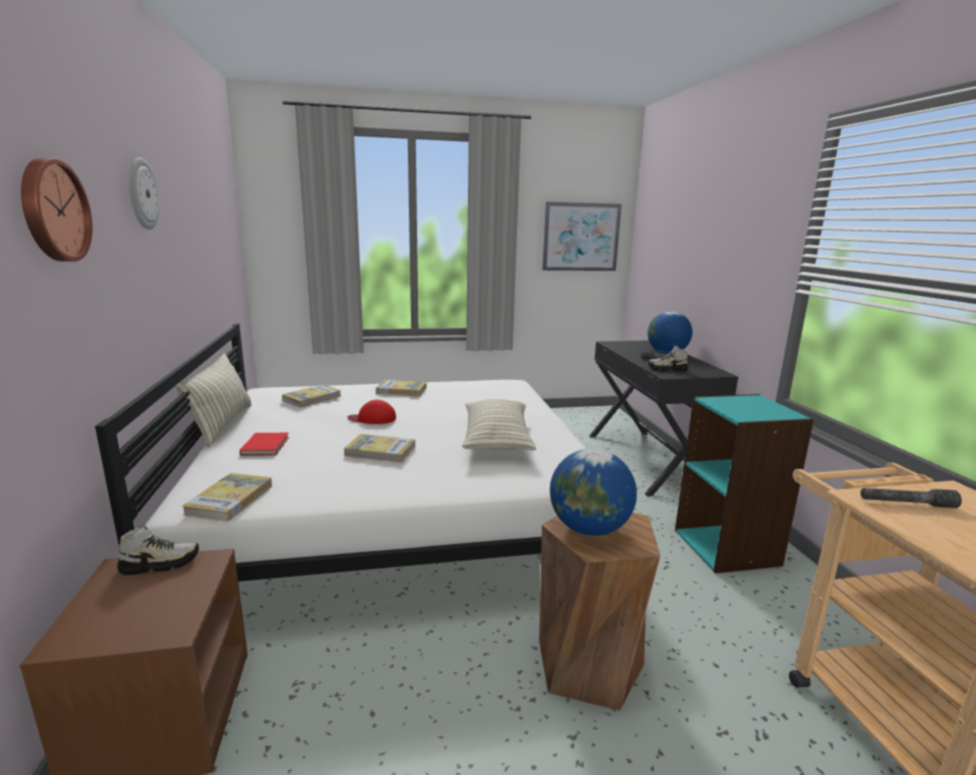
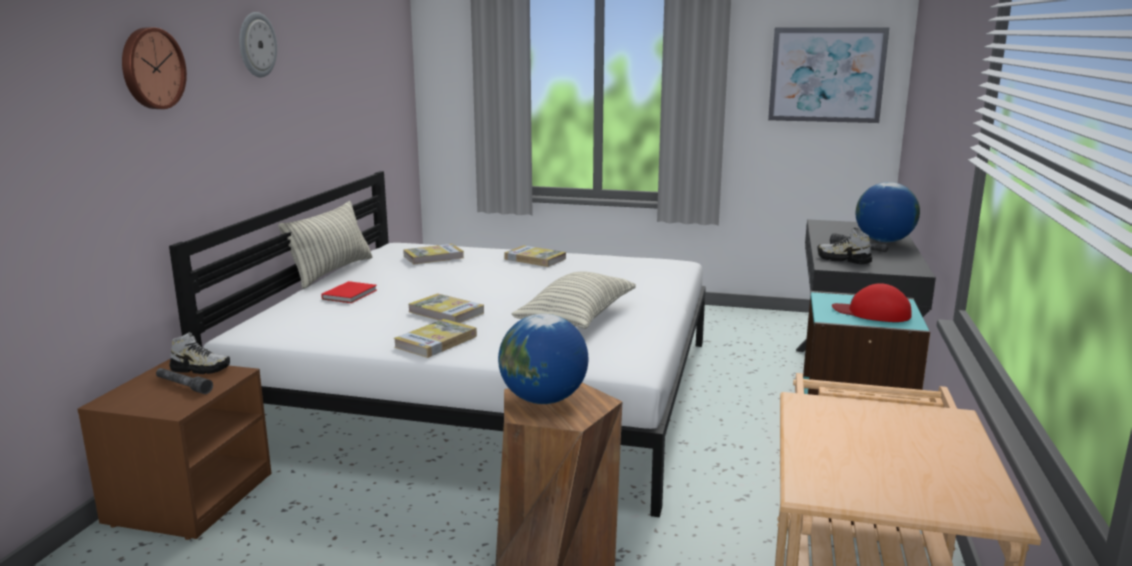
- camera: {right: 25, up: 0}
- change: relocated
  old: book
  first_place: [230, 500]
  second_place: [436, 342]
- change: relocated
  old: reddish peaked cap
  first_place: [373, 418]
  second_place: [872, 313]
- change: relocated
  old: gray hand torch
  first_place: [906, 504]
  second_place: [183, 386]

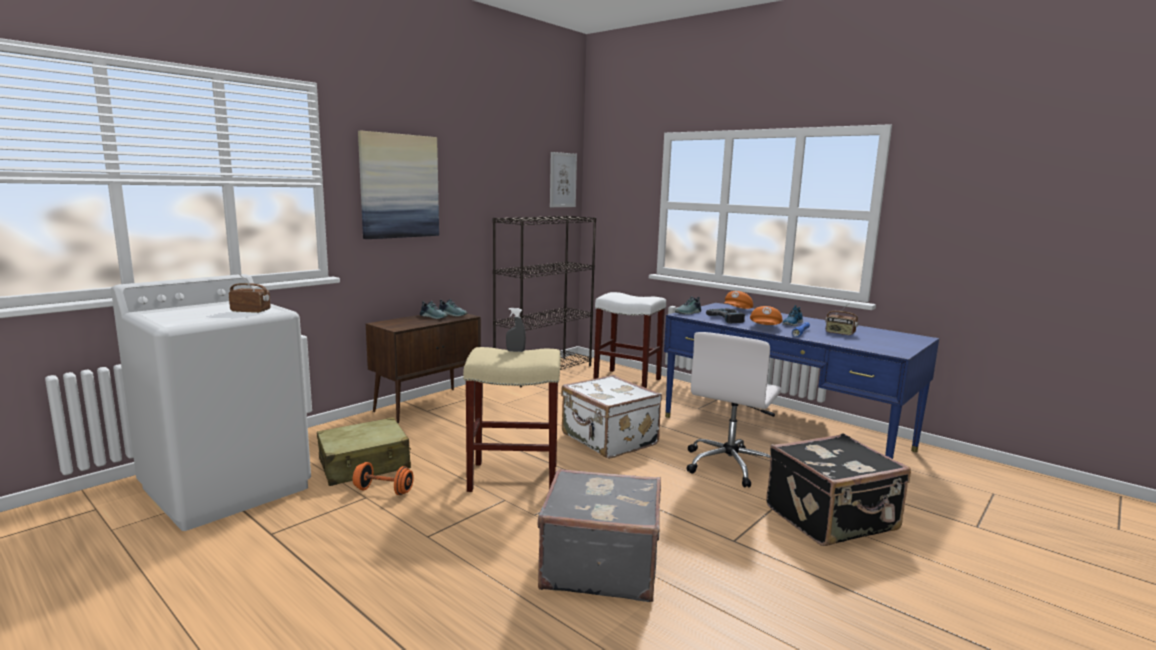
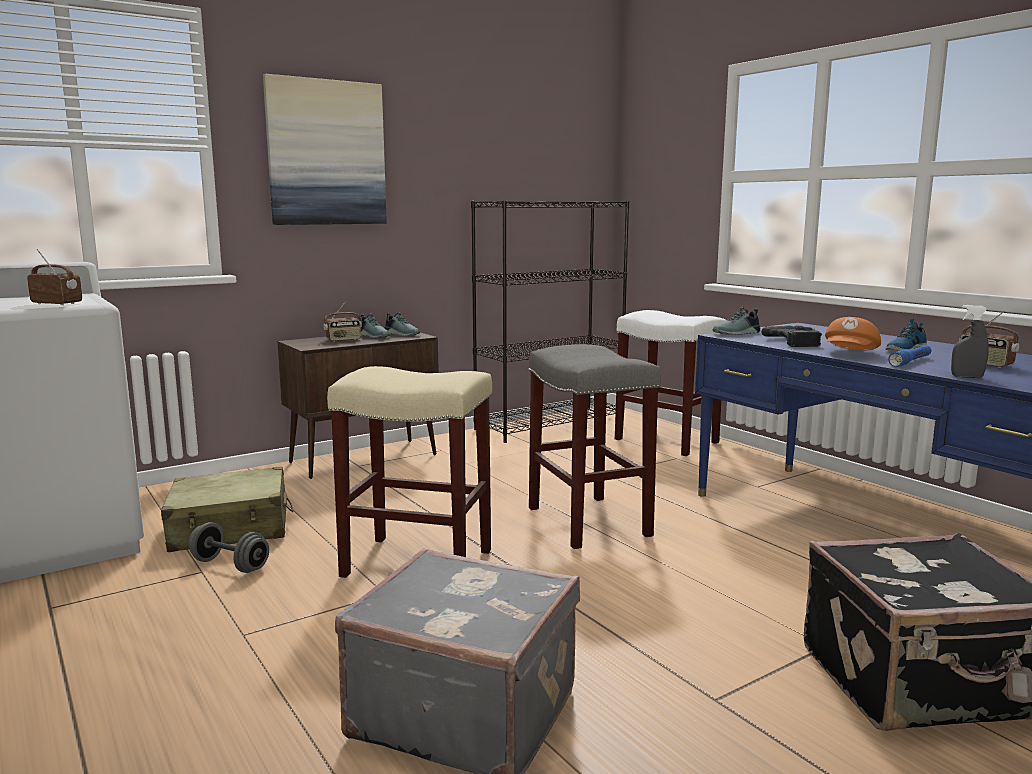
- camera: {right: 15, up: 0}
- change: colour
  old: orange dumbbell
  new: gray dumbbell
  first_place: [383, 491]
  second_place: [230, 565]
- change: relocated
  old: gray spray bottle
  first_place: [515, 351]
  second_place: [967, 377]
- change: missing
  old: wall art
  first_place: [562, 180]
- change: exchanged
  old: white-coloured suitcase
  new: gray sitting stool
  first_place: [608, 440]
  second_place: [590, 522]
- change: missing
  old: white-coloured computer chair
  first_place: [730, 465]
- change: missing
  old: orange peaked cap
  first_place: [737, 310]
- change: appeared
  new: radio receiver
  second_place: [343, 340]

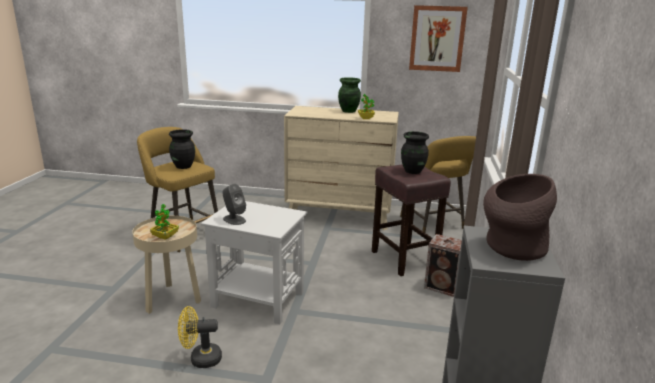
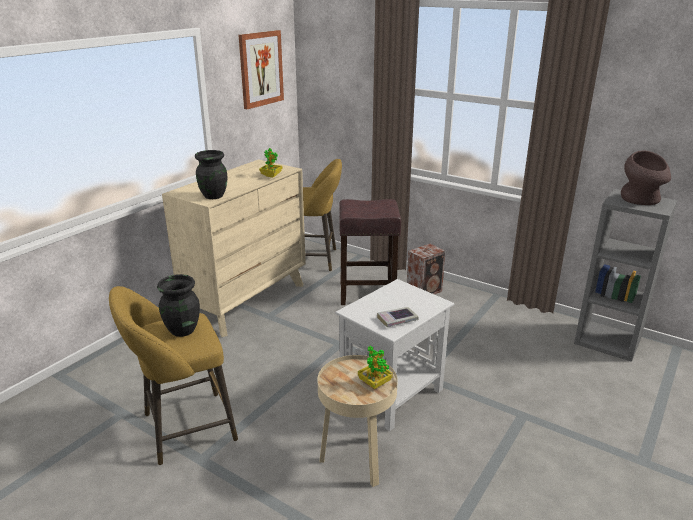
- camera: {right: -65, up: 5}
- change: missing
  old: yellowish fan
  first_place: [200, 359]
- change: exchanged
  old: gray speaker
  new: book
  first_place: [234, 219]
  second_place: [397, 320]
- change: missing
  old: greenish flower vase
  first_place: [348, 111]
- change: relocated
  old: black flower vase
  first_place: [412, 171]
  second_place: [213, 196]

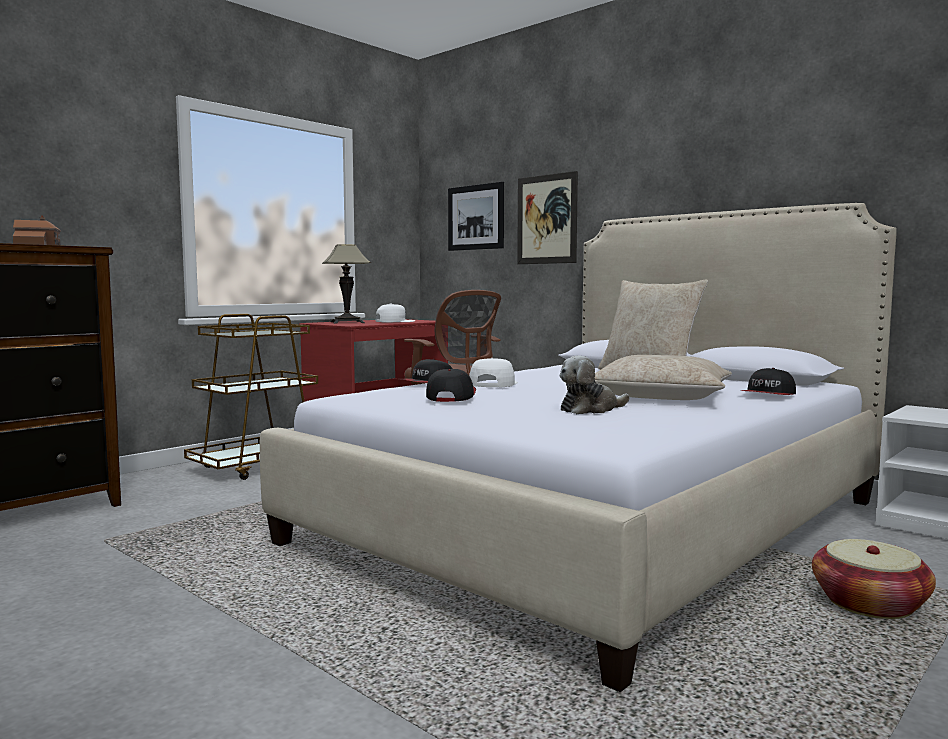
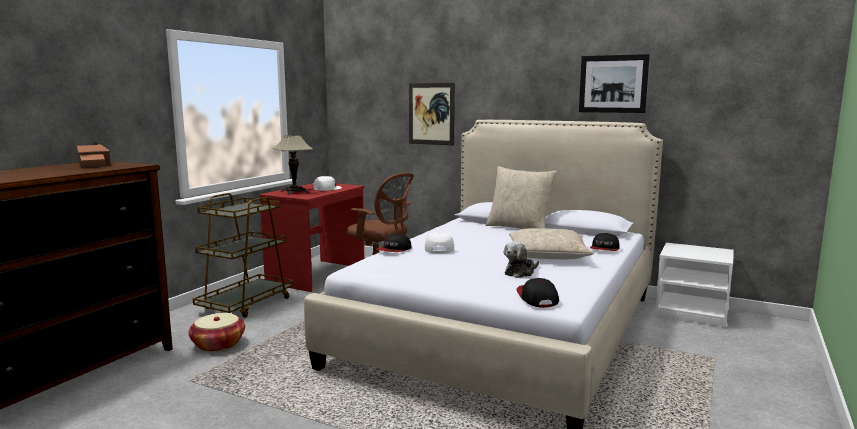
- camera: {right: -15, up: 5}
- change: relocated
  old: peaked cap
  first_place: [450, 396]
  second_place: [537, 298]
- change: relocated
  old: wall art
  first_place: [475, 217]
  second_place: [613, 84]
- change: relocated
  old: basket
  first_place: [869, 604]
  second_place: [218, 344]

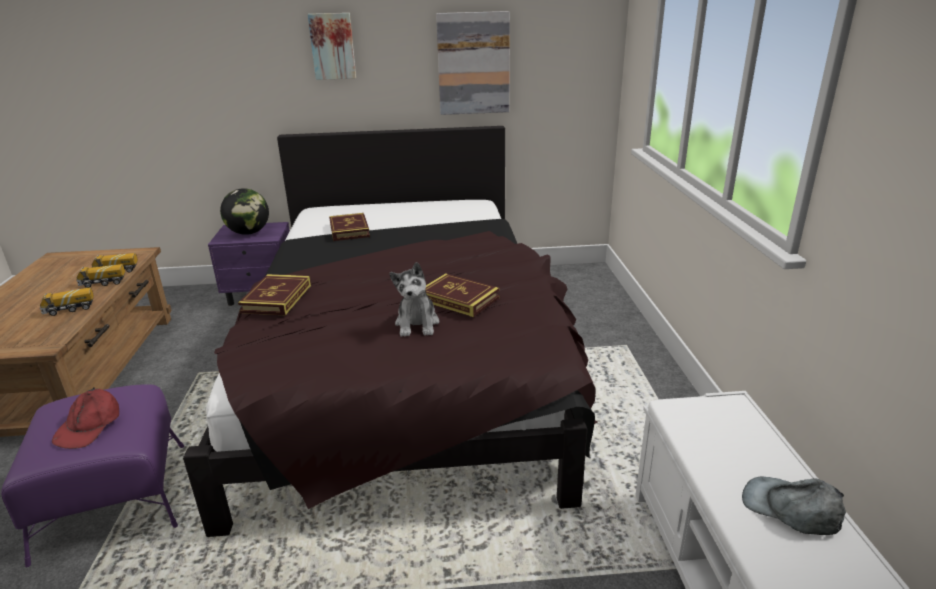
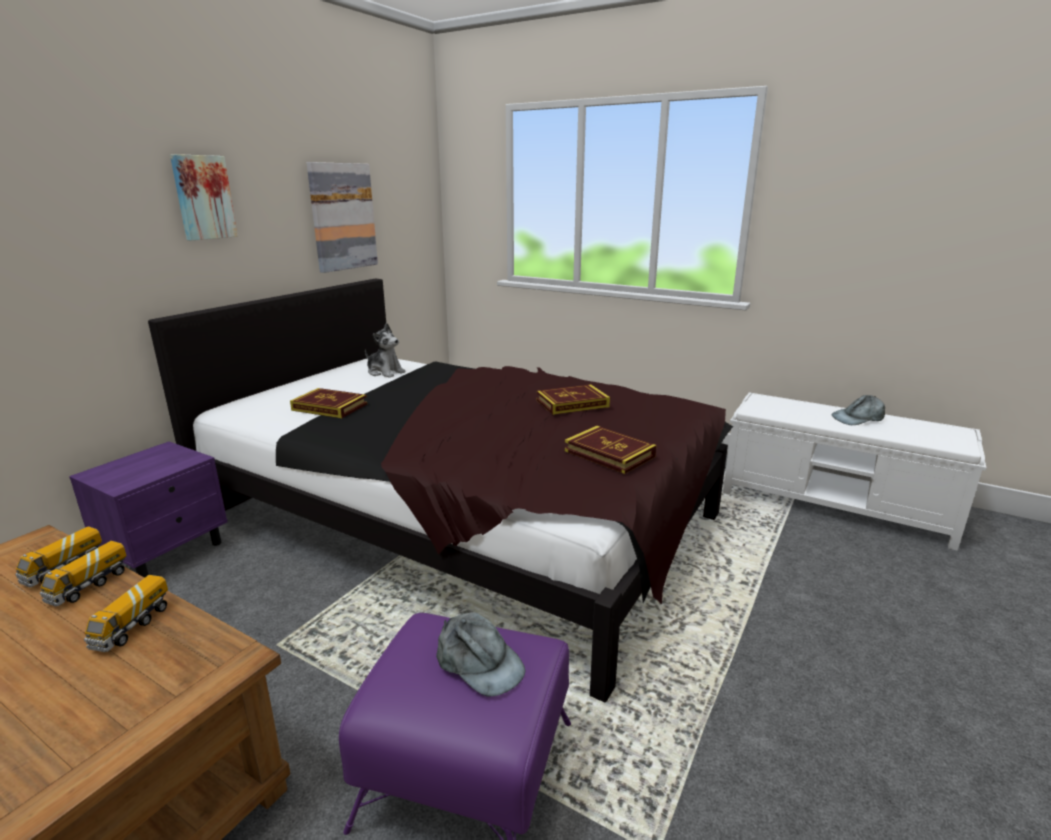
- camera: {right: -55, up: -5}
- change: colour
  old: reddish peaked cap
  new: gray peaked cap
  first_place: [89, 425]
  second_place: [479, 663]
- change: missing
  old: world globe
  first_place: [249, 233]
- change: relocated
  old: book
  first_place: [276, 298]
  second_place: [609, 454]
- change: relocated
  old: cuddly toy
  first_place: [417, 324]
  second_place: [385, 372]

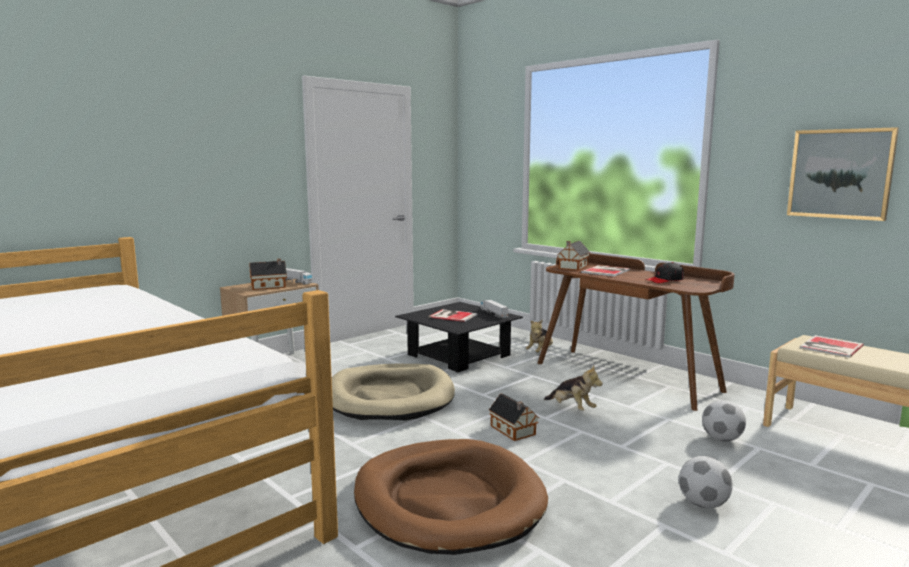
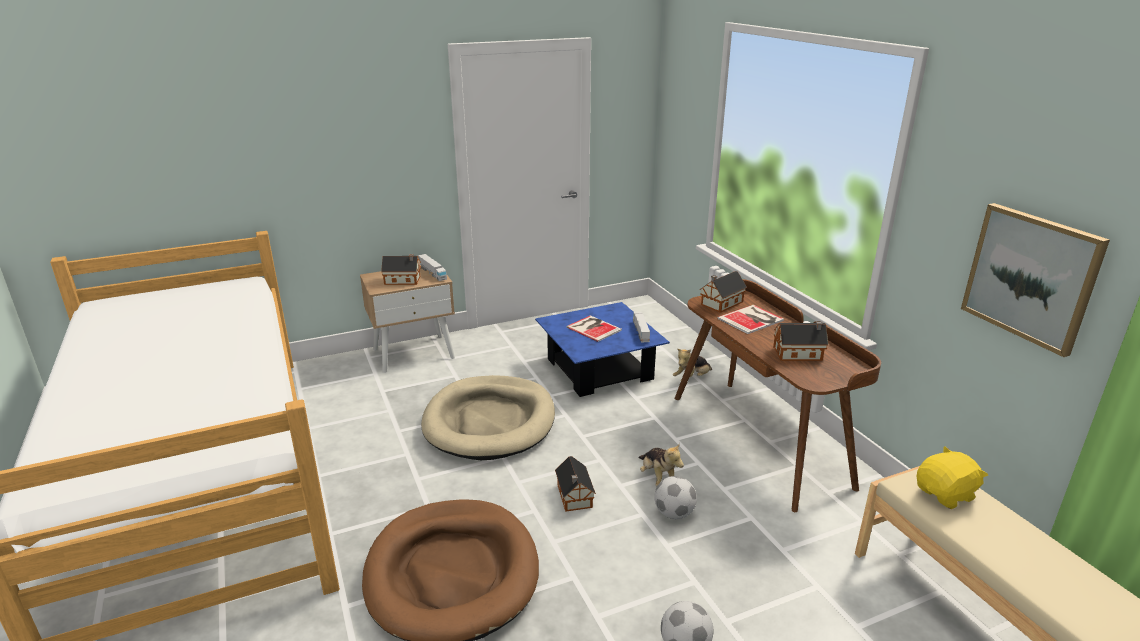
- camera: {right: 20, up: 15}
- change: colour
  old: black low table
  new: blue low table
  first_place: [458, 355]
  second_place: [599, 369]
- change: exchanged
  old: black peaked cap
  new: model house
  first_place: [665, 280]
  second_place: [799, 354]
- change: relocated
  old: football ball
  first_place: [721, 439]
  second_place: [674, 513]
- change: exchanged
  old: book
  new: yellowish cuddly toy
  first_place: [829, 346]
  second_place: [945, 494]

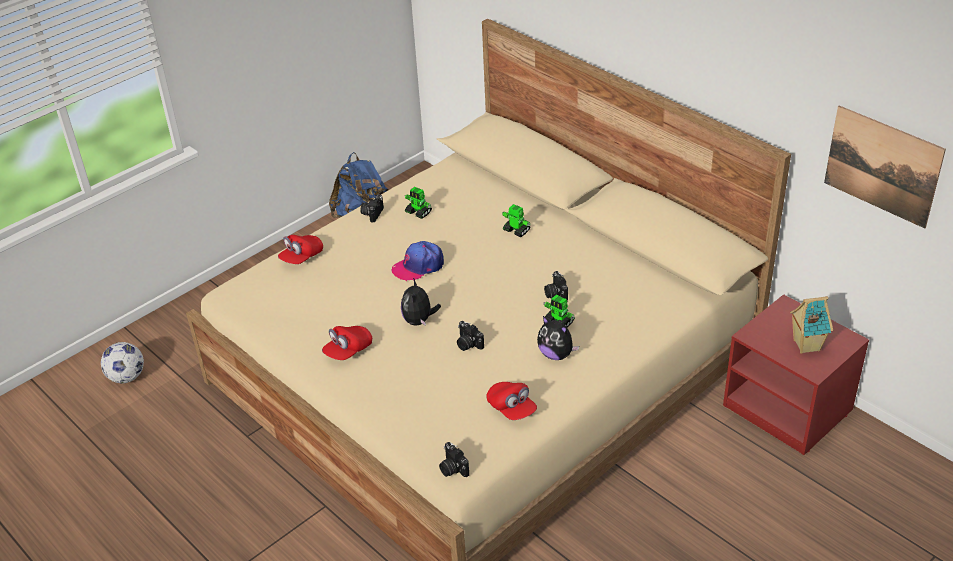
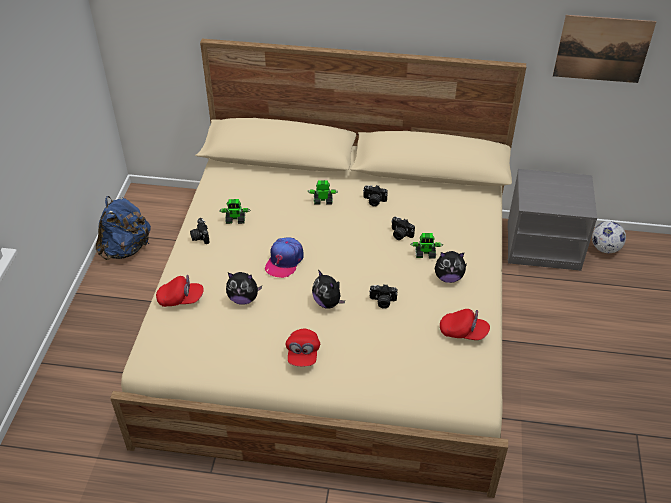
- camera: {right: -40, up: 5}
- change: relocated
  old: football ball
  first_place: [126, 377]
  second_place: [604, 248]
- change: spun
  old: reddish peaked cap
  first_place: [301, 257]
  second_place: [181, 299]
  degrees: -90
- change: relocated
  old: photo camera
  first_place: [452, 468]
  second_place: [374, 201]
- change: colour
  old: reddish night table
  new: gray night table
  first_place: [789, 408]
  second_place: [543, 245]
- change: missing
  old: model house
  first_place: [805, 345]
- change: appeared
  new: cuddly toy
  second_place: [243, 299]

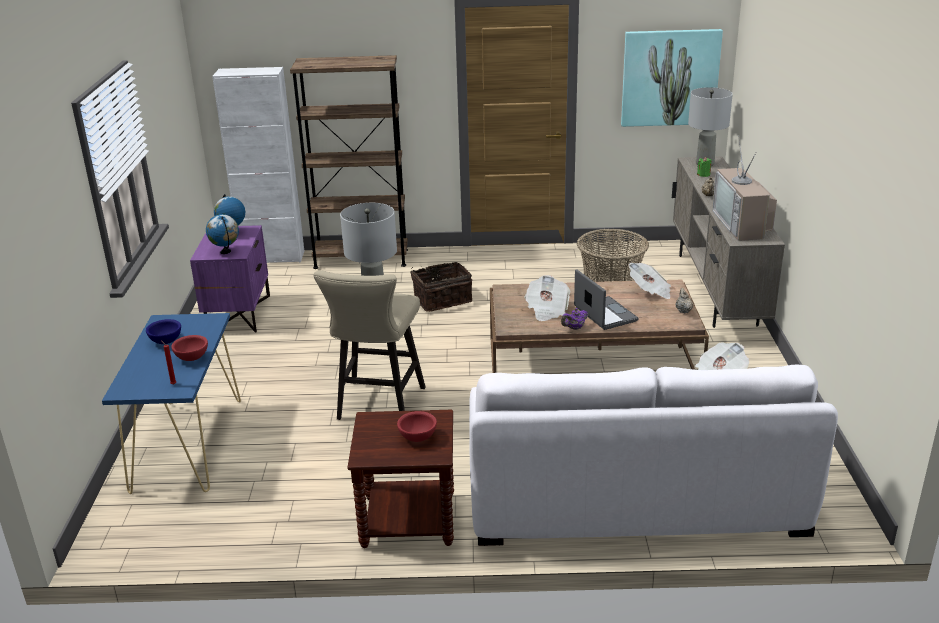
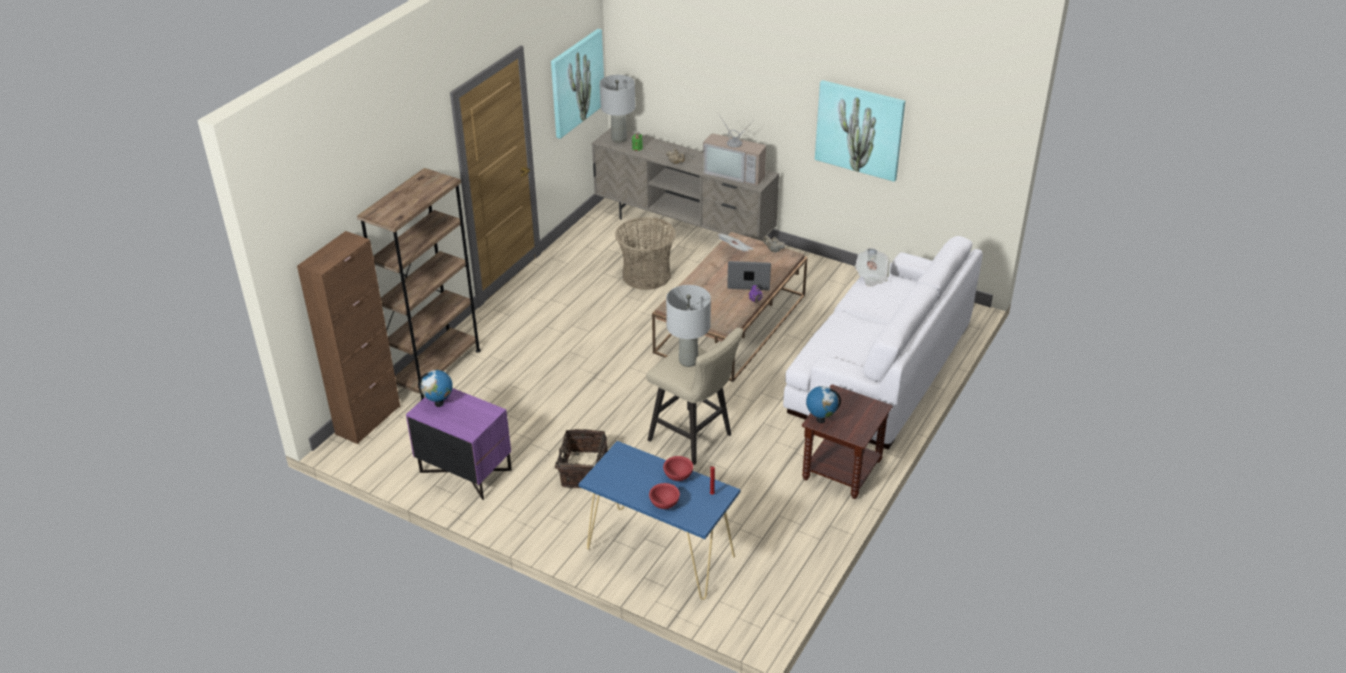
- camera: {right: -60, up: 10}
- change: missing
  old: blue deep dish
  first_place: [166, 341]
- change: relocated
  old: world globe
  first_place: [225, 252]
  second_place: [820, 419]
- change: colour
  old: white-coloured storage cabinet
  new: brown storage cabinet
  first_place: [272, 257]
  second_place: [368, 420]
- change: relocated
  old: reddish deep dish
  first_place: [418, 438]
  second_place: [665, 504]
- change: relocated
  old: basket
  first_place: [442, 300]
  second_place: [582, 471]
- change: missing
  old: newspaper
  first_place: [547, 310]
- change: appeared
  new: wall art
  second_place: [859, 129]

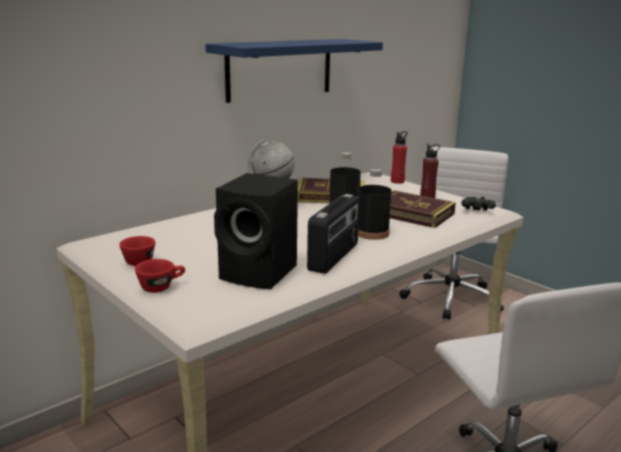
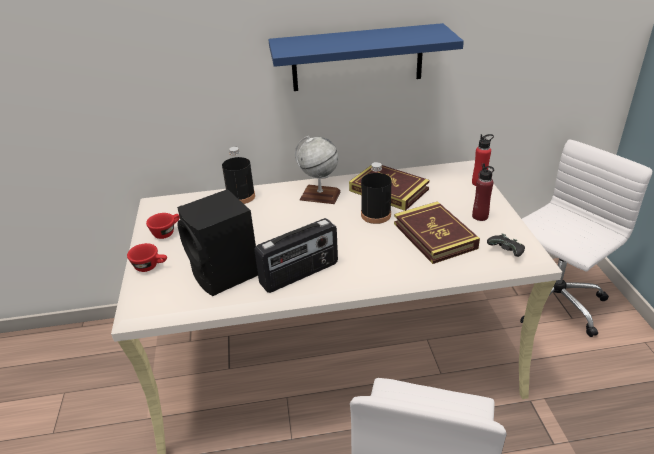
- camera: {right: 35, up: 15}
- change: relocated
  old: black beverage bottle
  first_place: [372, 233]
  second_place: [241, 197]

